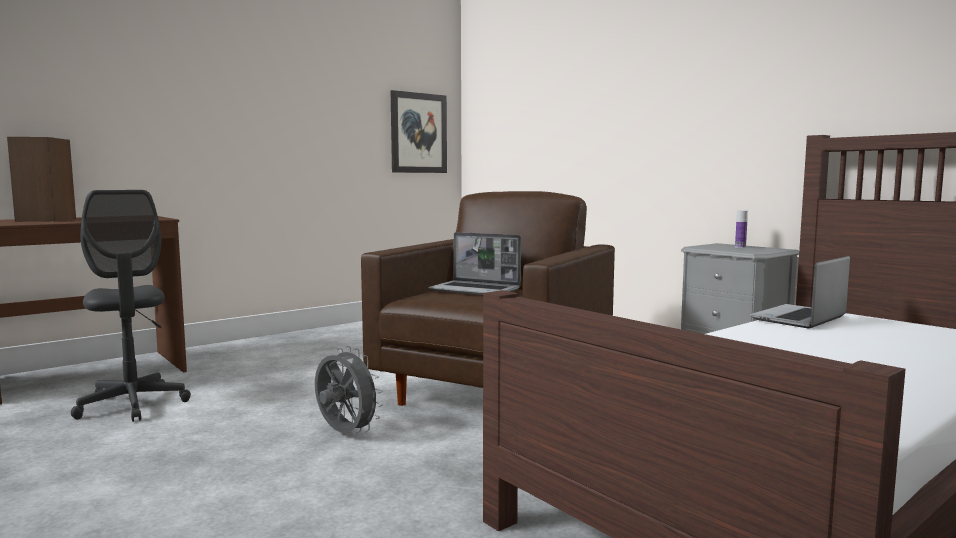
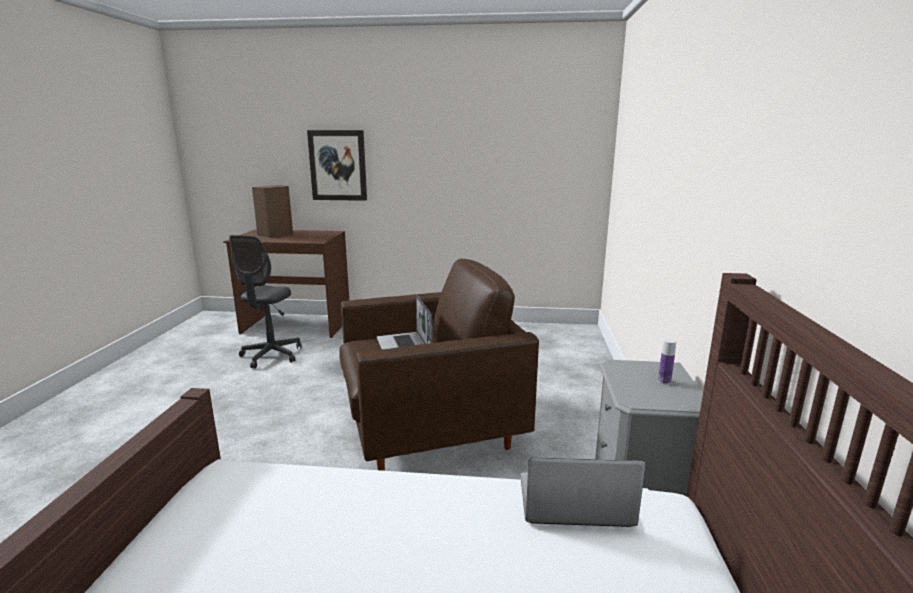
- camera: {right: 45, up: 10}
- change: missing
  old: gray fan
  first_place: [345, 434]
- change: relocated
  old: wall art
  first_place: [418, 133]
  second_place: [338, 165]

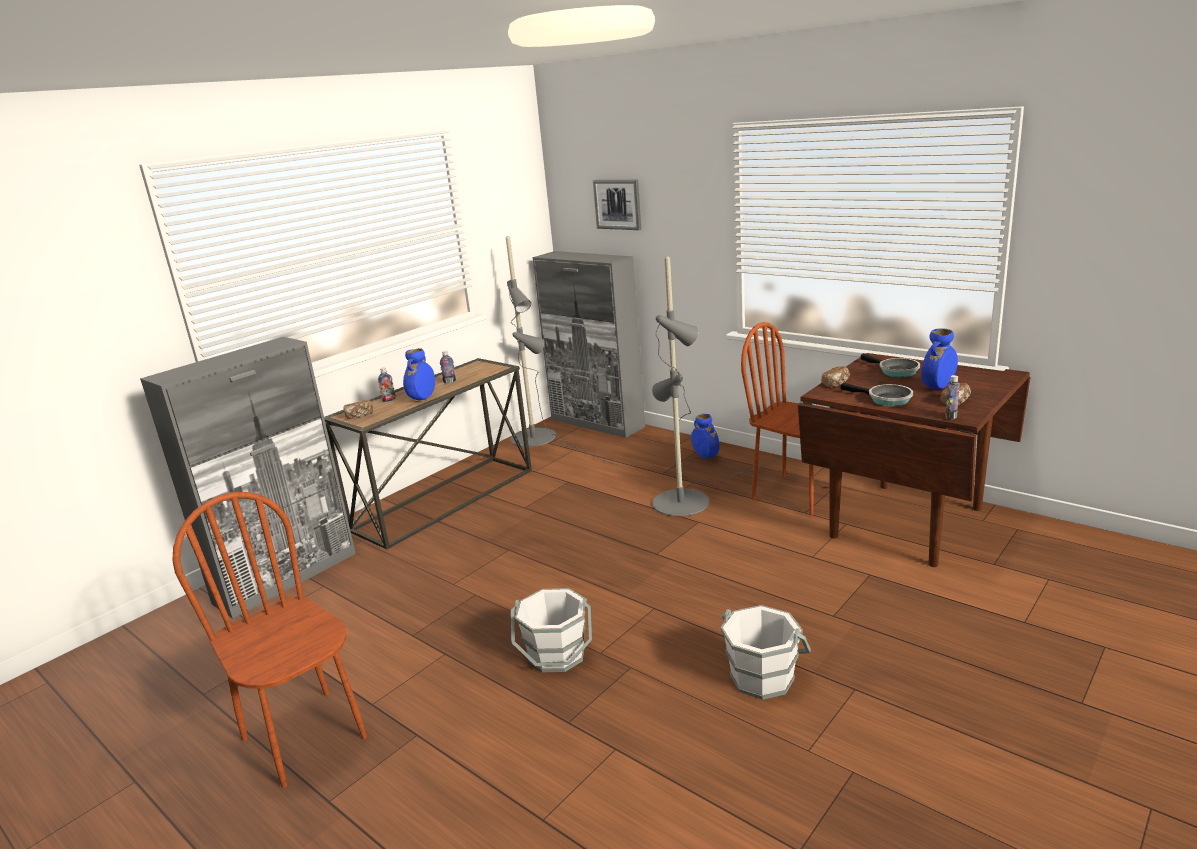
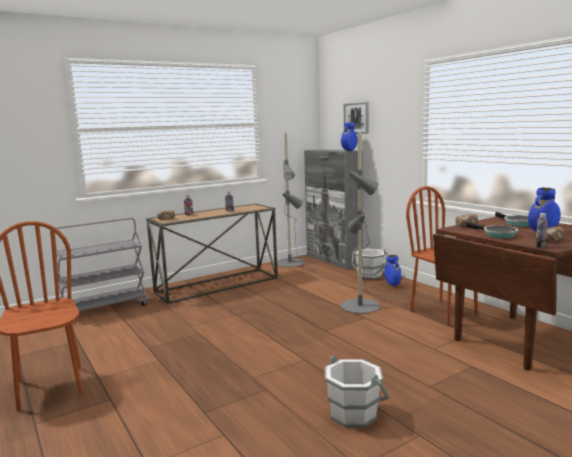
- camera: {right: 15, up: -10}
- change: exchanged
  old: gray storage cabinet
  new: gray trolley
  first_place: [287, 577]
  second_place: [105, 309]
- change: relocated
  old: blue flower vase
  first_place: [422, 398]
  second_place: [349, 150]
- change: relocated
  old: white-coloured bucket
  first_place: [557, 655]
  second_place: [370, 275]

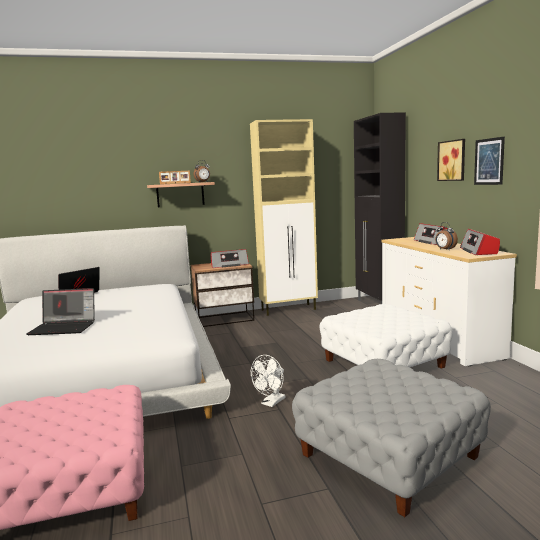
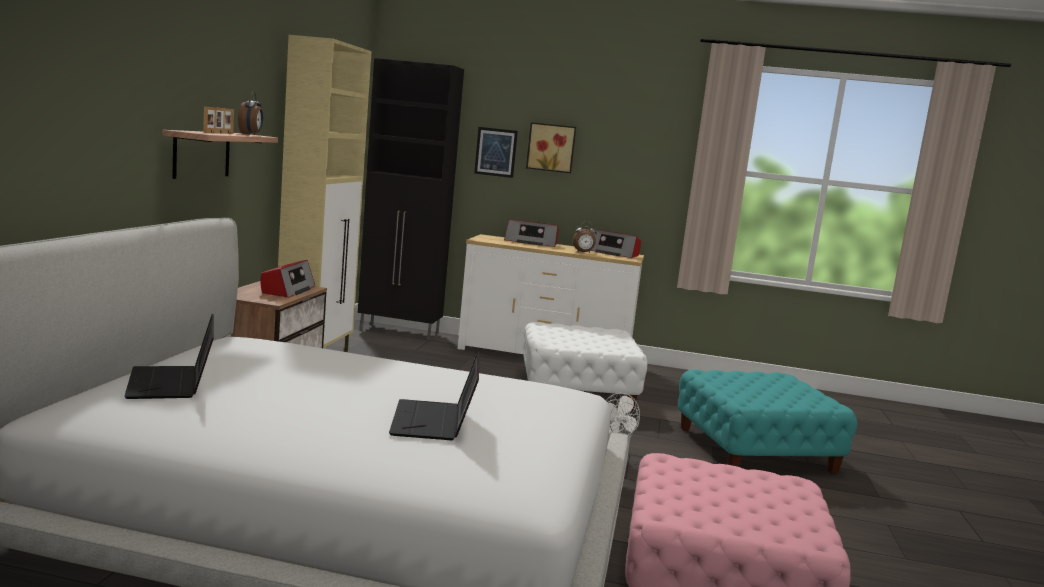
- camera: {right: -65, up: 0}
- change: spun
  old: notebook computer
  first_place: [64, 327]
  second_place: [435, 422]
  degrees: 150
- change: colour
  old: gray pouffe
  new: blue-green pouffe
  first_place: [389, 456]
  second_place: [755, 449]
- change: relocated
  old: wall art
  first_place: [489, 161]
  second_place: [495, 152]

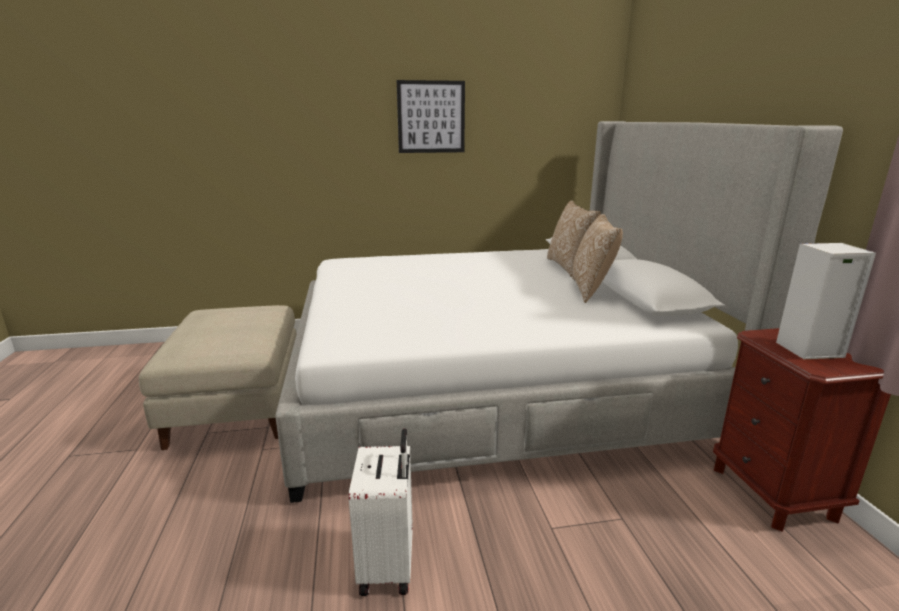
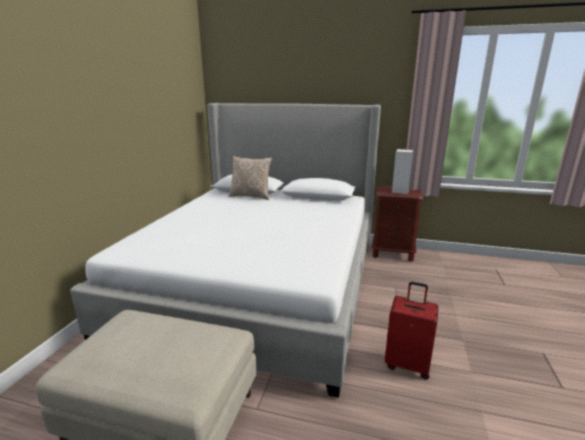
- camera: {right: -65, up: 0}
- change: colour
  old: white-coloured suitcase
  new: reddish suitcase
  first_place: [389, 566]
  second_place: [407, 364]
- change: missing
  old: wall art
  first_place: [431, 117]
- change: missing
  old: cushion
  first_place: [591, 290]

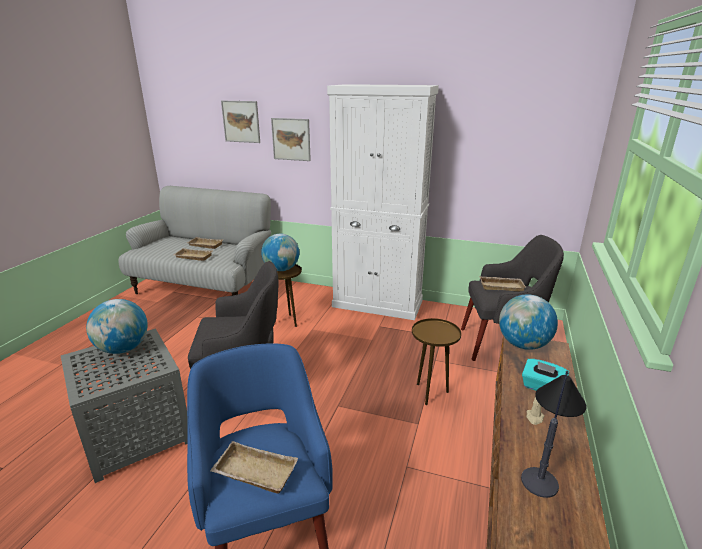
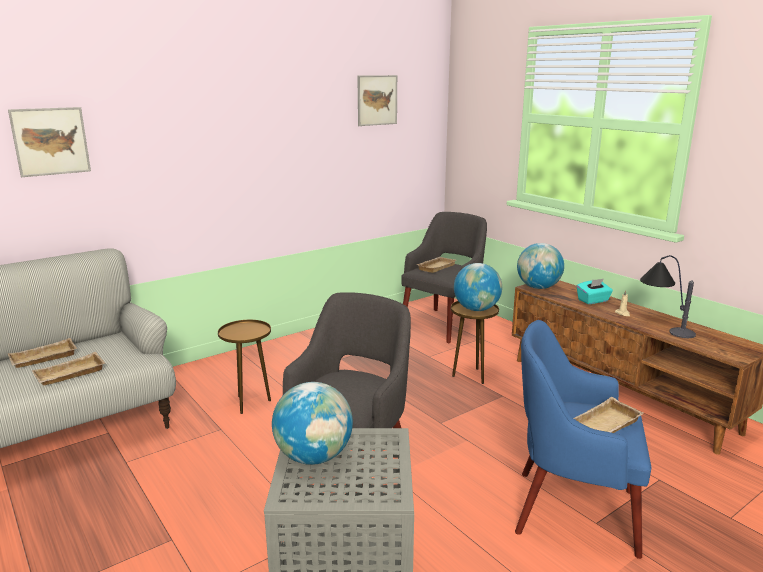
- camera: {right: -55, up: -5}
- change: relocated
  old: world globe
  first_place: [281, 269]
  second_place: [476, 309]
- change: relocated
  old: wall art
  first_place: [291, 139]
  second_place: [377, 100]
- change: missing
  old: white-coloured storage cabinet
  first_place: [378, 304]

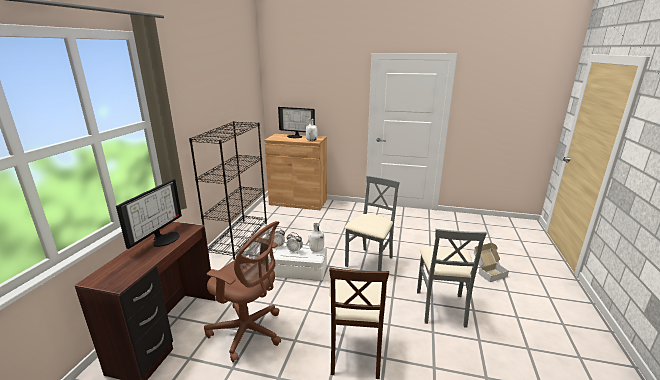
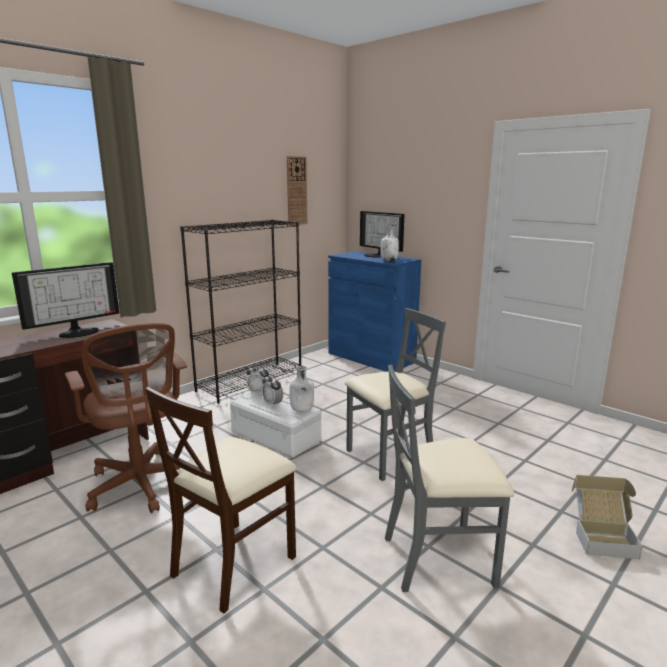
- camera: {right: 30, up: -5}
- change: colour
  old: brown storage cabinet
  new: blue storage cabinet
  first_place: [298, 202]
  second_place: [371, 357]
- change: spun
  old: gray upright chair
  first_place: [441, 307]
  second_place: [439, 558]
  degrees: 45
- change: appeared
  new: wall clock
  second_place: [296, 191]

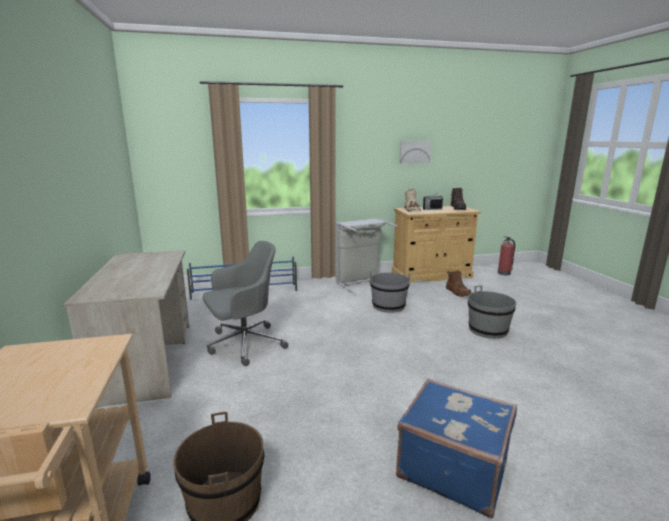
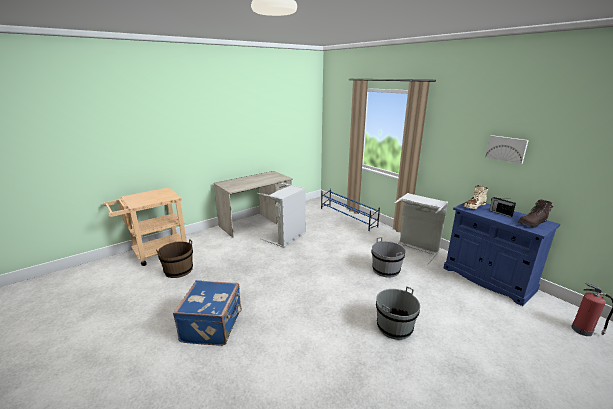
- camera: {right: 65, up: 5}
- change: exchanged
  old: gray computer chair
  new: gray hamper
  first_place: [244, 344]
  second_place: [287, 237]
- change: colour
  old: beige storage cabinet
  new: blue storage cabinet
  first_place: [431, 275]
  second_place: [487, 279]
- change: missing
  old: brown high-top boot
  first_place: [457, 292]

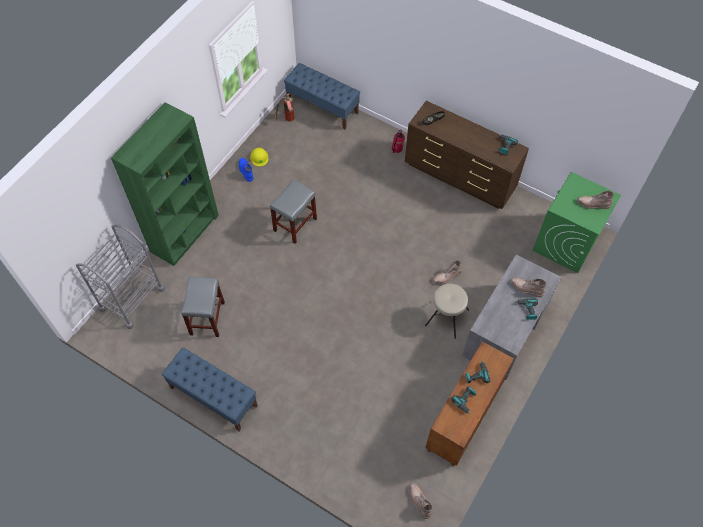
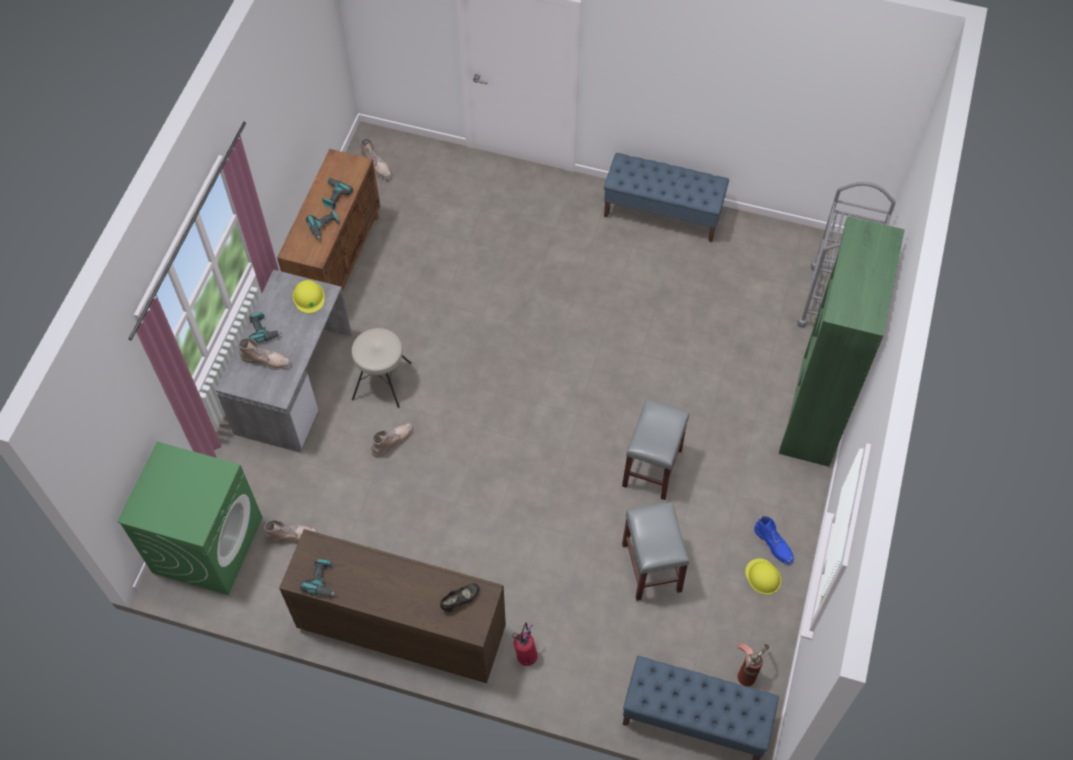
- camera: {right: 165, up: 0}
- change: relocated
  old: gray sitting stool
  first_place: [207, 318]
  second_place: [652, 568]
- change: relocated
  old: brown high-top boot
  first_place: [593, 204]
  second_place: [292, 535]
- change: appeared
  new: yellowish work helmet
  second_place: [308, 297]

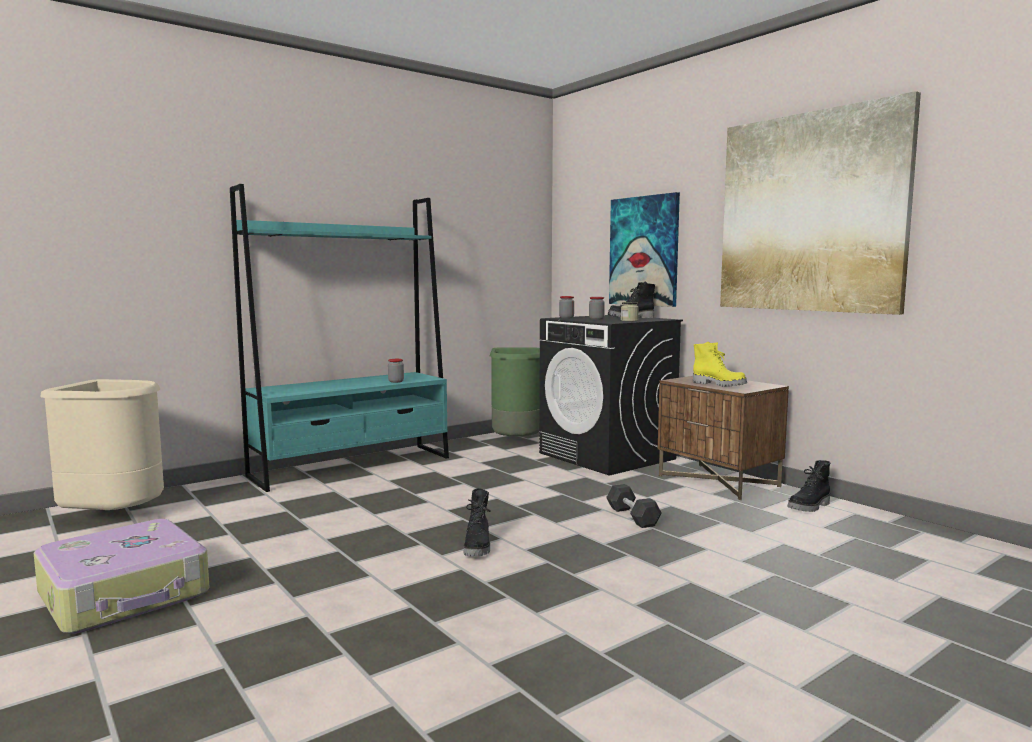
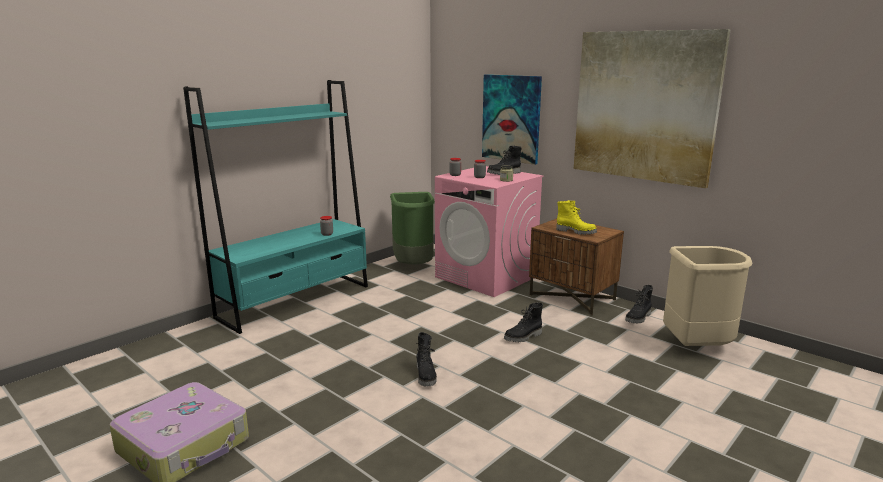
- camera: {right: -10, up: 10}
- change: relocated
  old: beige waste bin
  first_place: [115, 516]
  second_place: [696, 346]
- change: colour
  old: black laundry machine
  new: pink-coloured laundry machine
  first_place: [607, 456]
  second_place: [486, 277]
- change: exchanged
  old: gray dumbbell
  new: black high-top boot
  first_place: [632, 517]
  second_place: [523, 337]

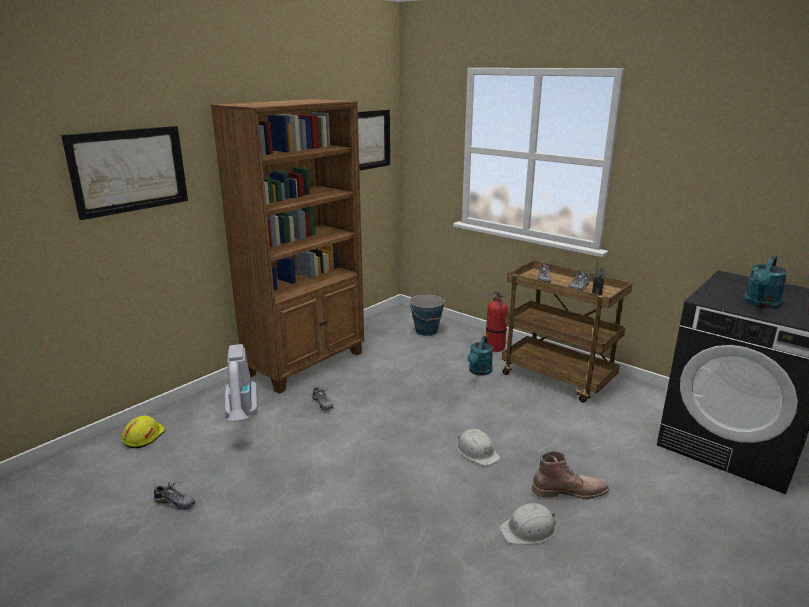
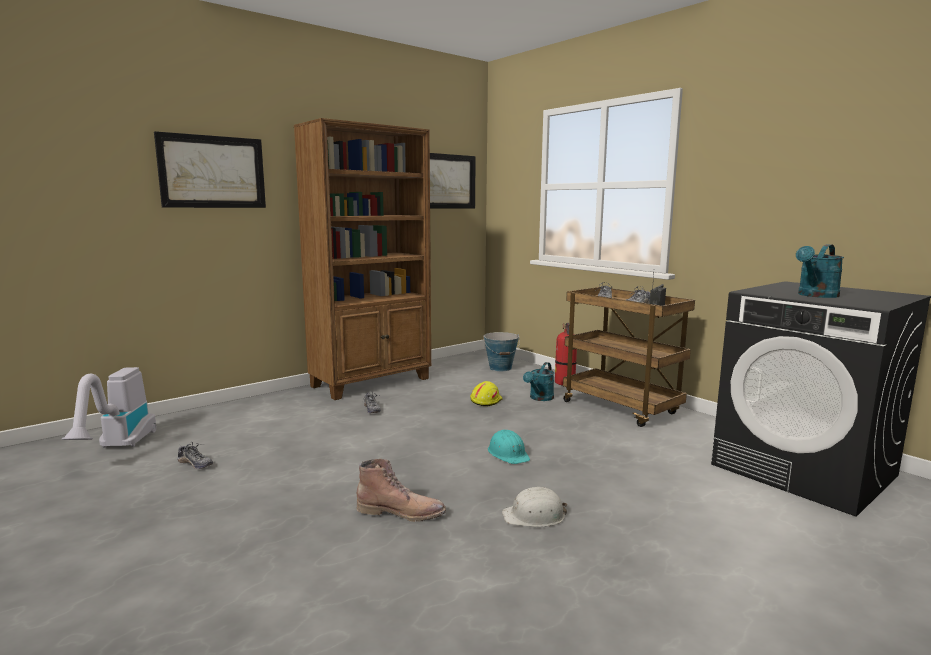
- camera: {right: 10, up: -10}
- change: relocated
  old: yellowish work helmet
  first_place: [143, 437]
  second_place: [485, 400]
- change: relocated
  old: vacuum cleaner
  first_place: [242, 416]
  second_place: [118, 447]
- change: colour
  old: white-coloured work helmet
  new: blue-green work helmet
  first_place: [477, 452]
  second_place: [508, 454]
- change: relocated
  old: brown high-top boot
  first_place: [569, 491]
  second_place: [401, 512]

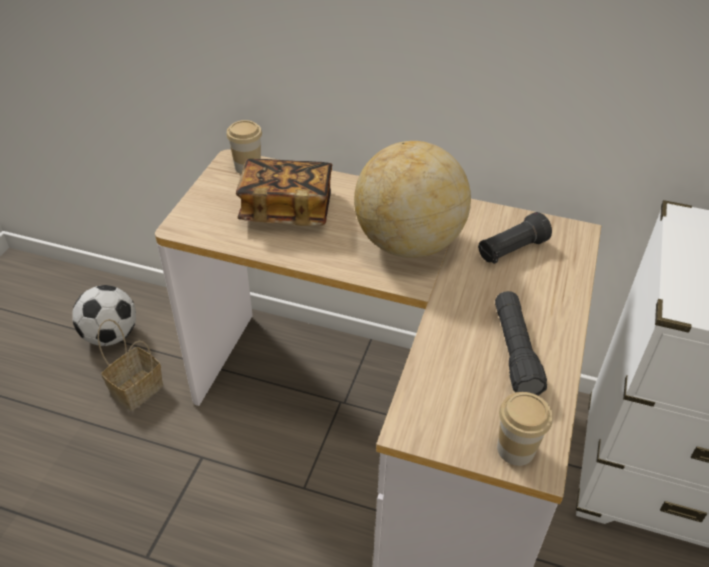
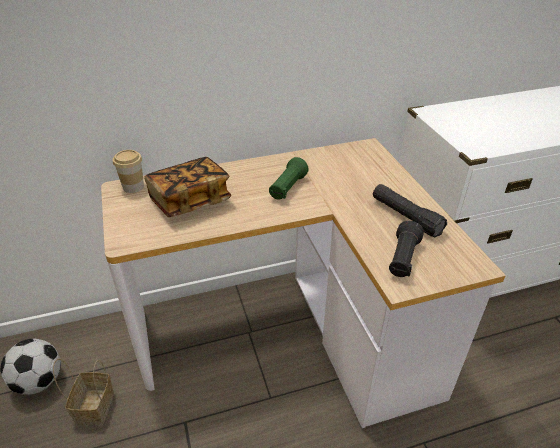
- camera: {right: -35, up: -5}
- change: exchanged
  old: world globe
  new: greenish hand torch
  first_place: [408, 243]
  second_place: [287, 188]
- change: relocated
  old: black hand torch
  first_place: [511, 250]
  second_place: [402, 259]
- change: missing
  old: cup
  first_place: [516, 449]

